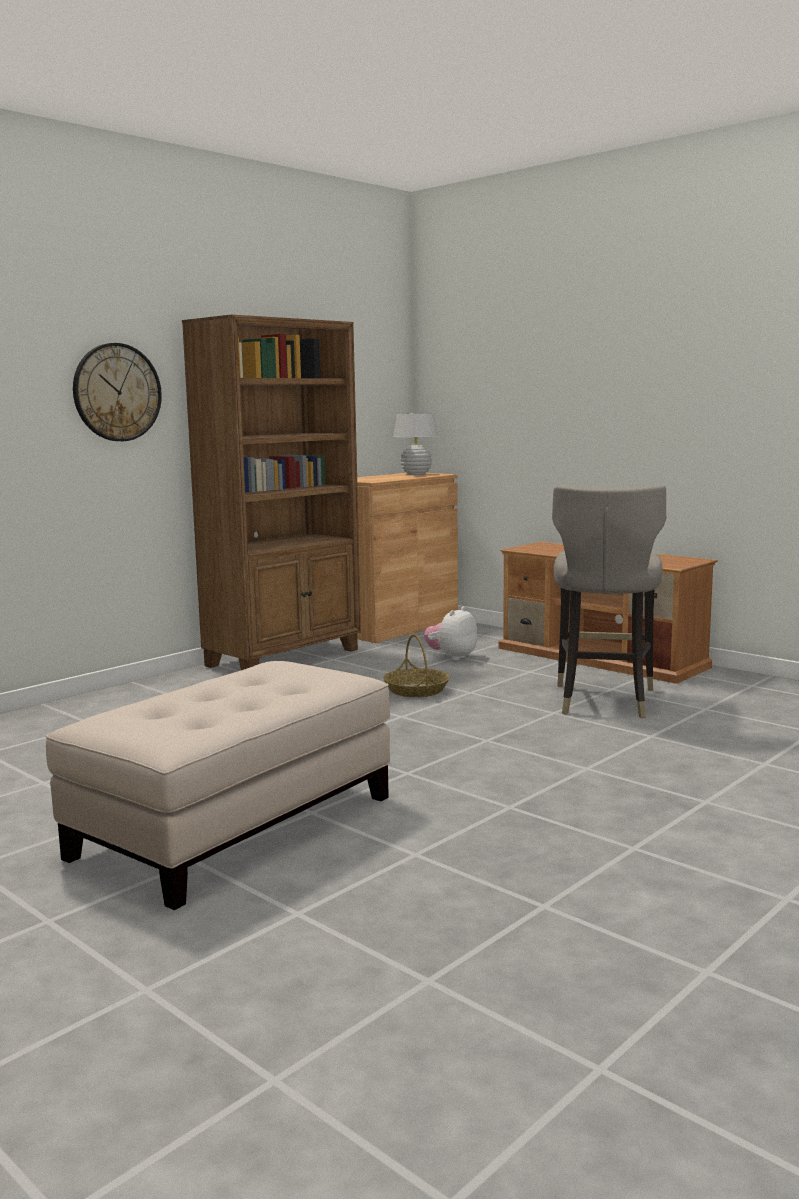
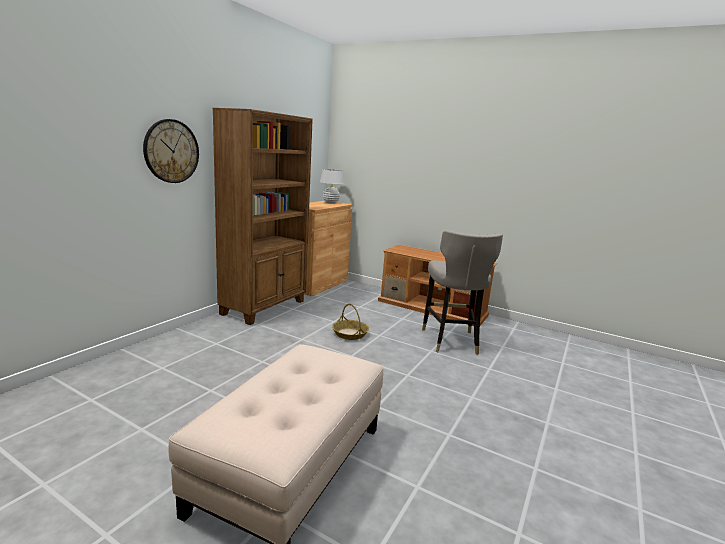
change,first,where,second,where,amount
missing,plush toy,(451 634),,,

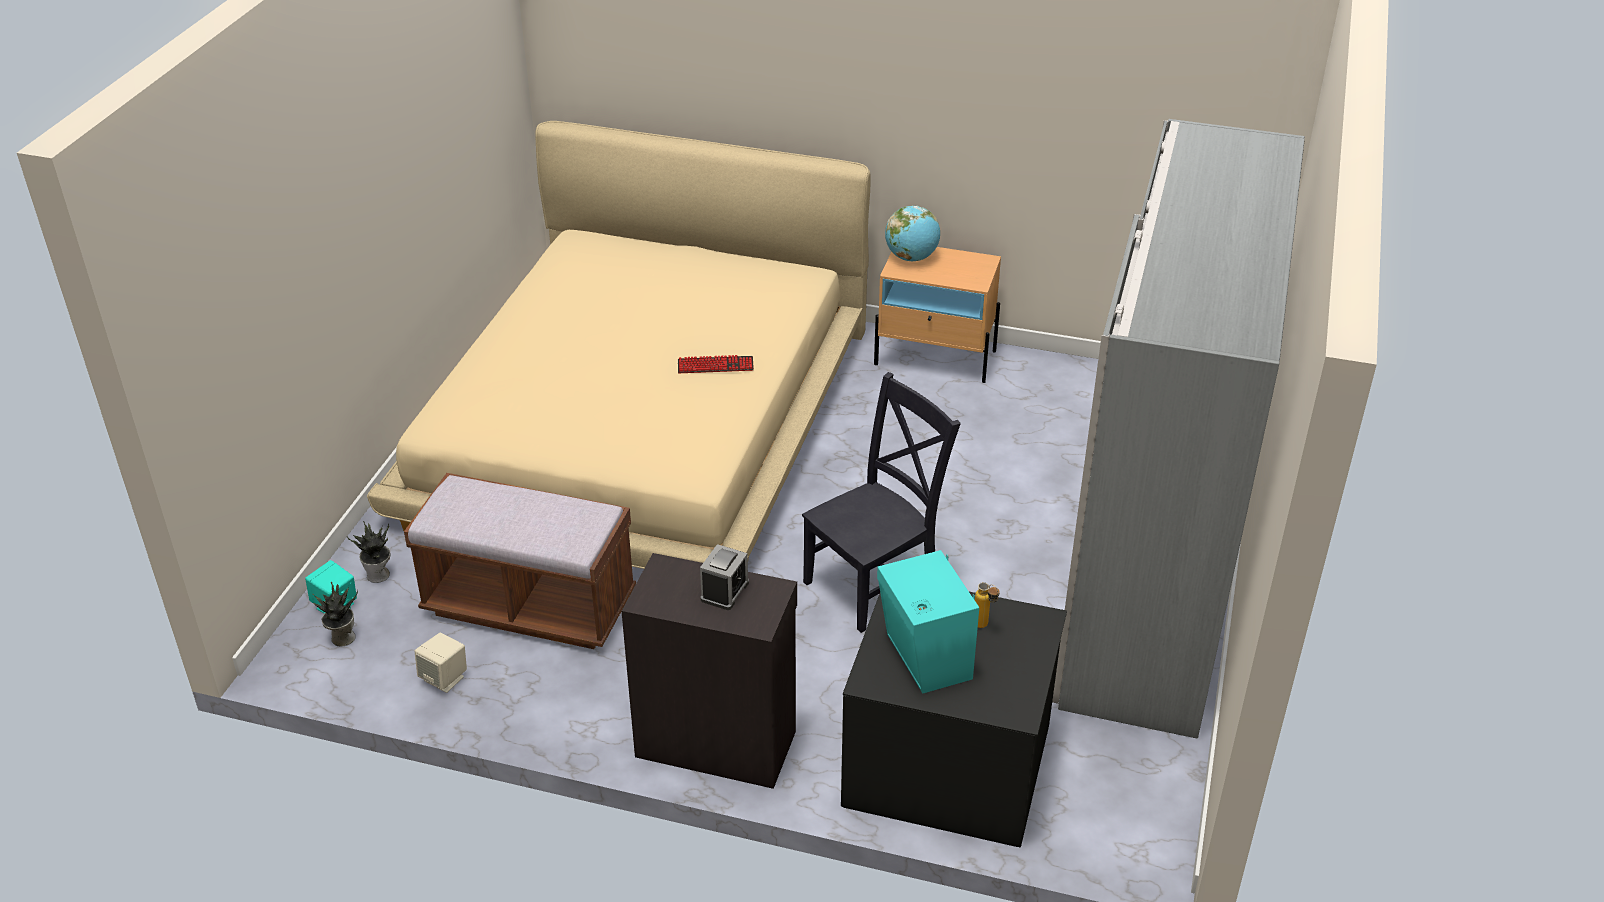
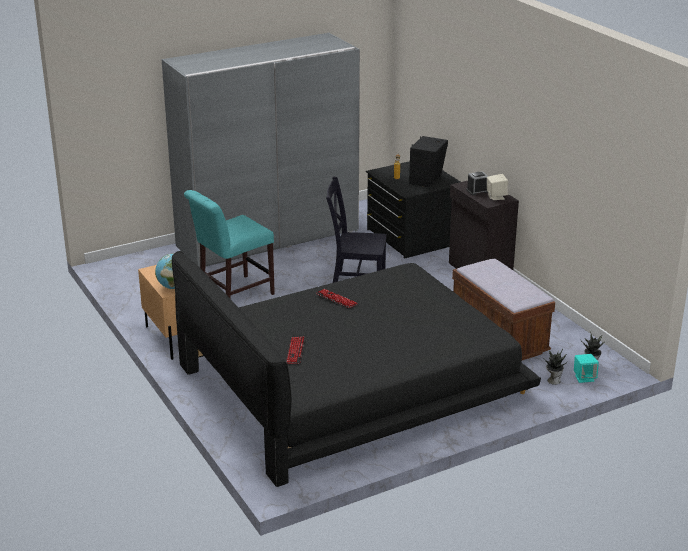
change,first,where,second,where,amount
colour,bed in beige,(618 345),bed in black,(356 369),
relocated,speaker in beige,(440 663),,(497 187),
colour,speaker in turquoise,(928 621),speaker in black,(428 161),
appeared,,,chair in turquoise,(229 244),
appeared,,,keyboard,(295 350),

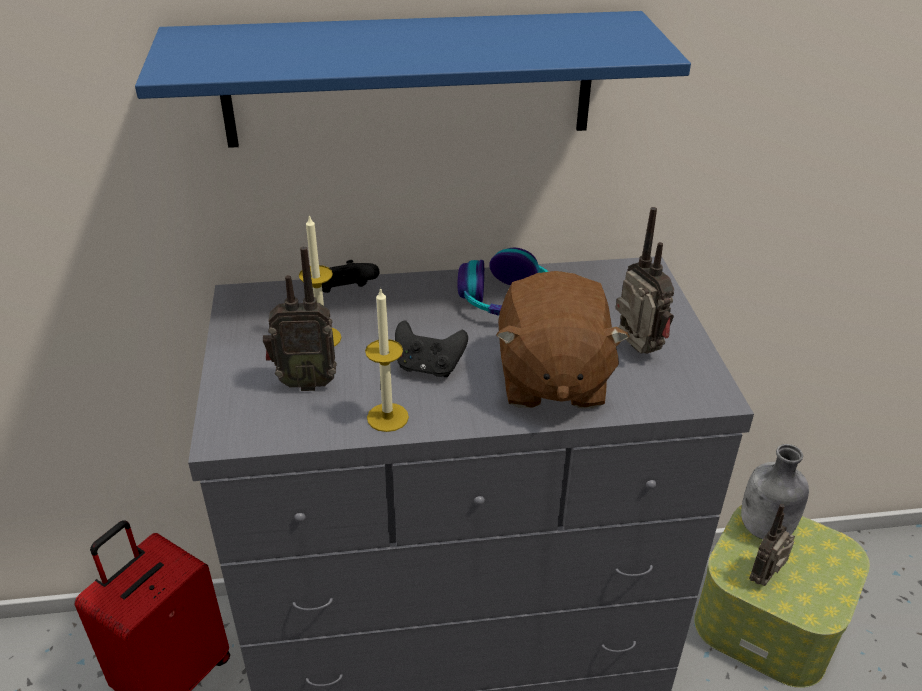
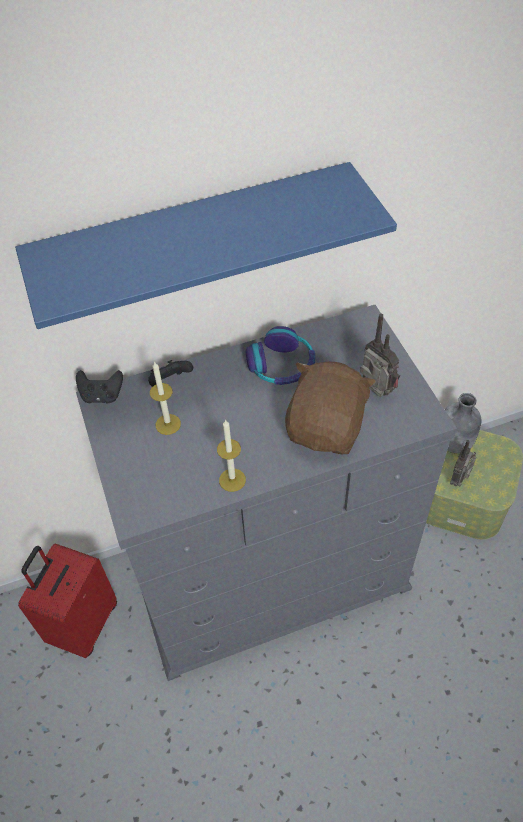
change,first,where,second,where,amount
missing,radio,(300 318),,,
relocated,game controller in black,(431 348),,(99 387),
spun,plush toy in brown,(563 340),,(330 408),150 degrees counterclockwise

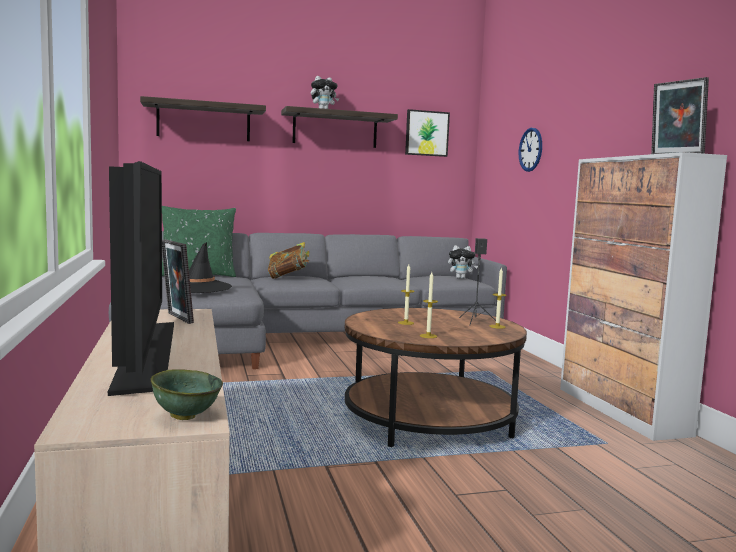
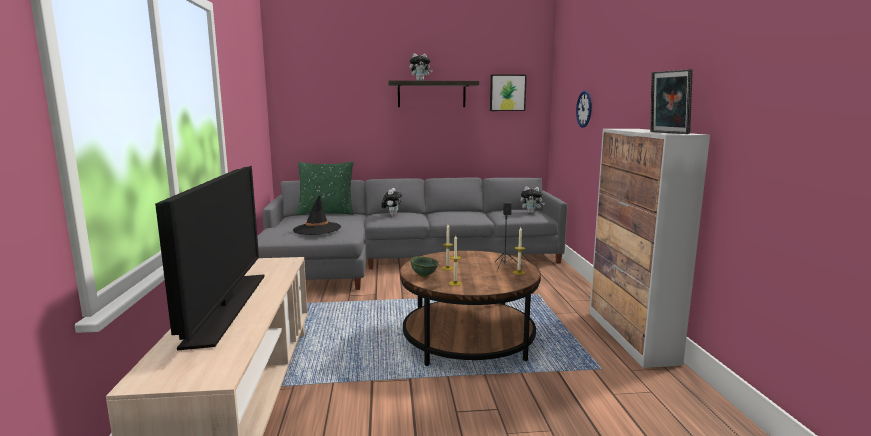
change,first,where,second,where,amount
missing,shelf,(203 118),,,
relocated,bowl in green,(186 394),,(424 266),
missing,picture frame,(178 281),,,
exchanged,book,(289 260),plush toy,(391 202),

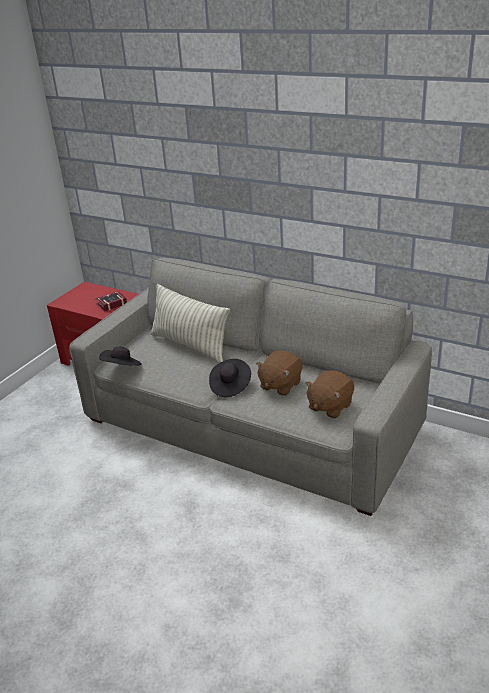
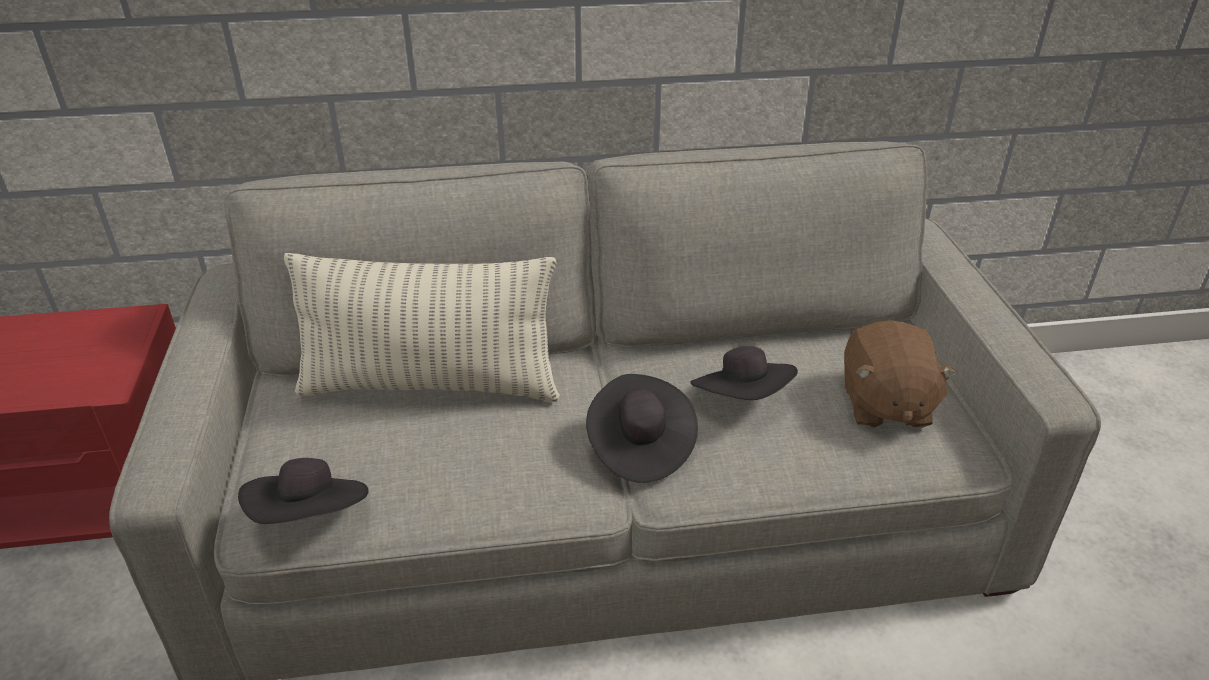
change,first,where,second,where,amount
missing,book,(111 301),,,
exchanged,plush toy in brown,(279 373),hat in black,(744 373),

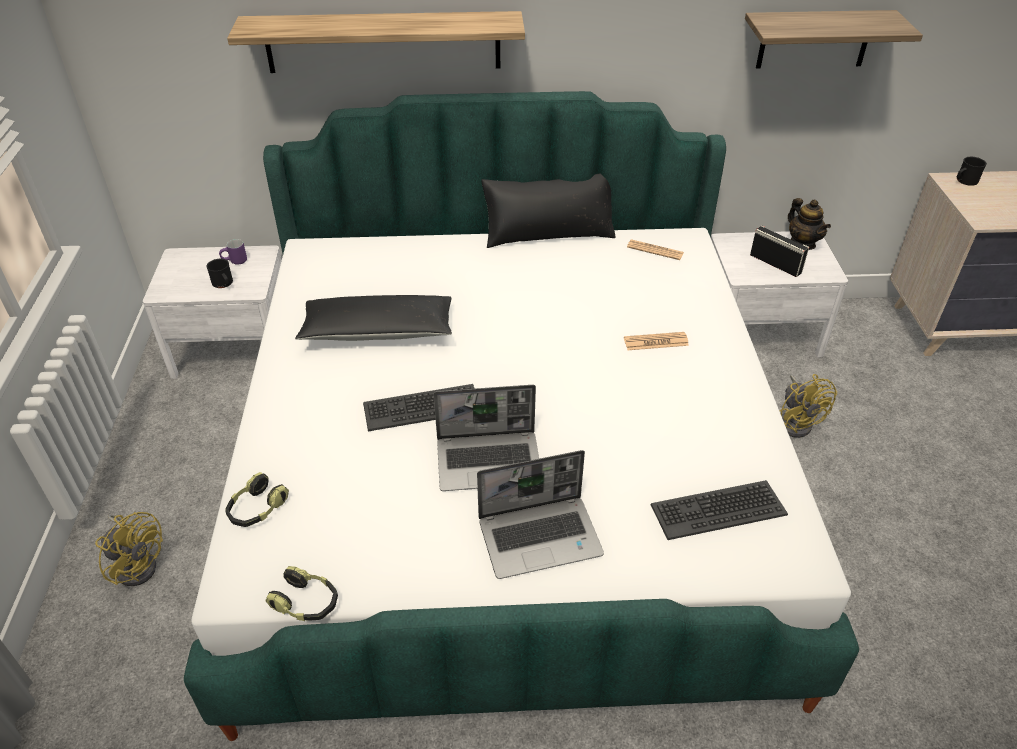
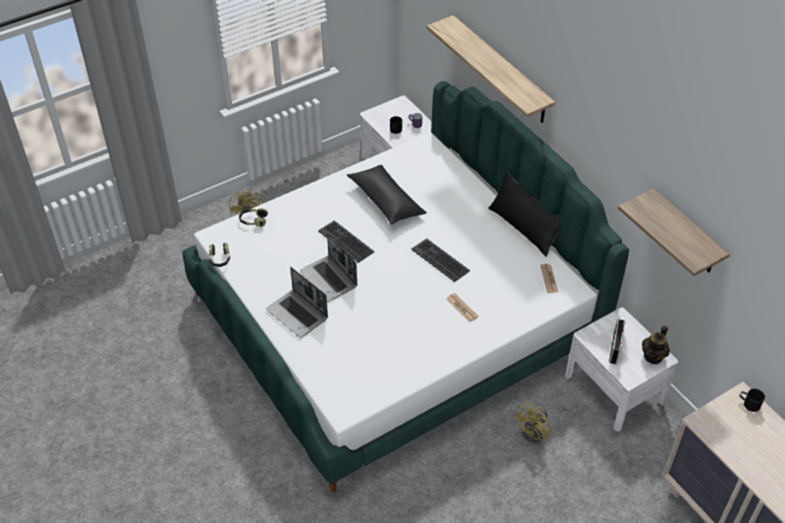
change,first,where,second,where,amount
relocated,keyboard,(719 510),,(440 260),

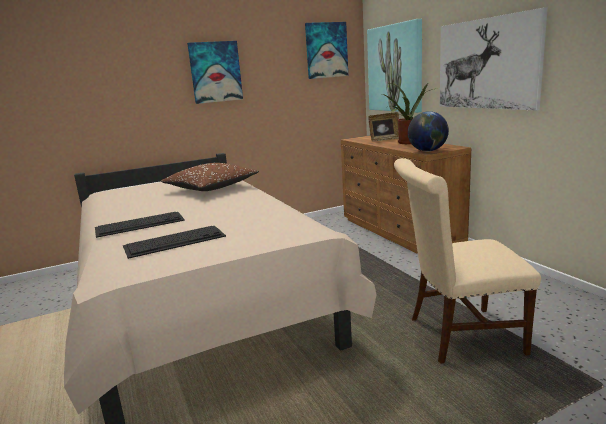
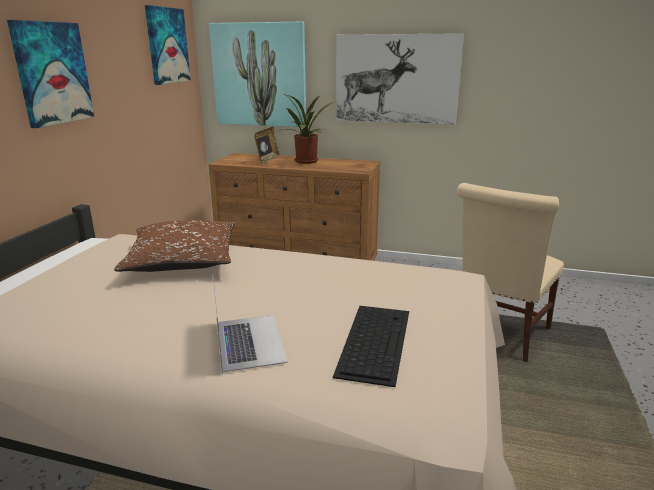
change,first,where,second,where,amount
exchanged,keyboard,(140 225),laptop,(250 324),
missing,globe,(428 131),,,

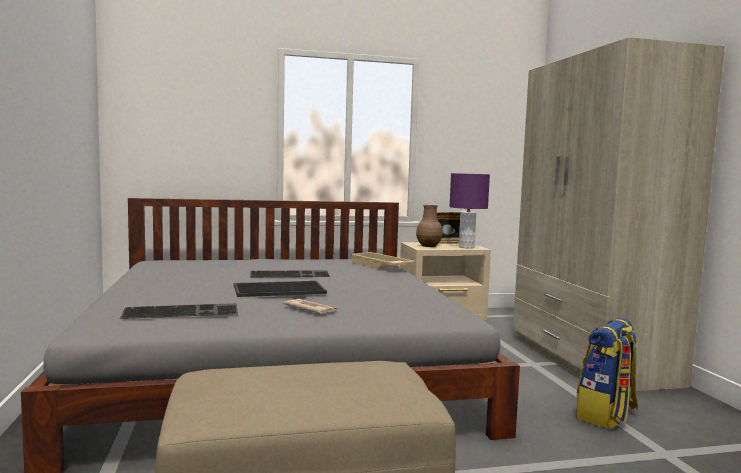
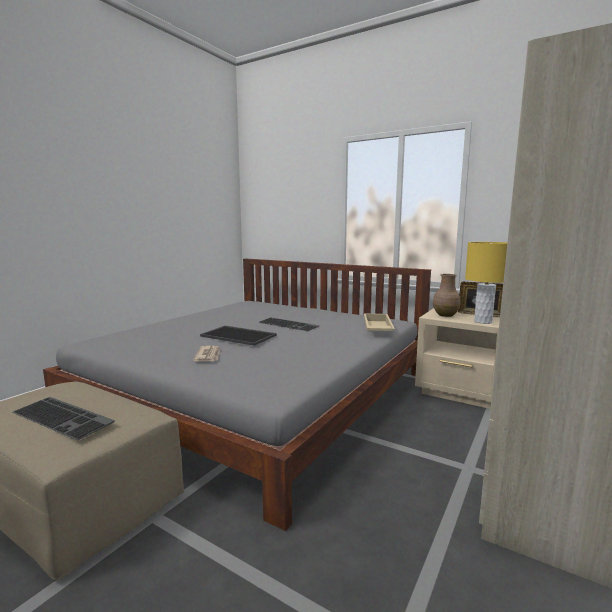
change,first,where,second,where,amount
relocated,keyboard,(179 311),,(63 419),
colour,table lamp in purple,(469 211),table lamp in yellow,(486 283),
missing,backpack,(607 373),,,

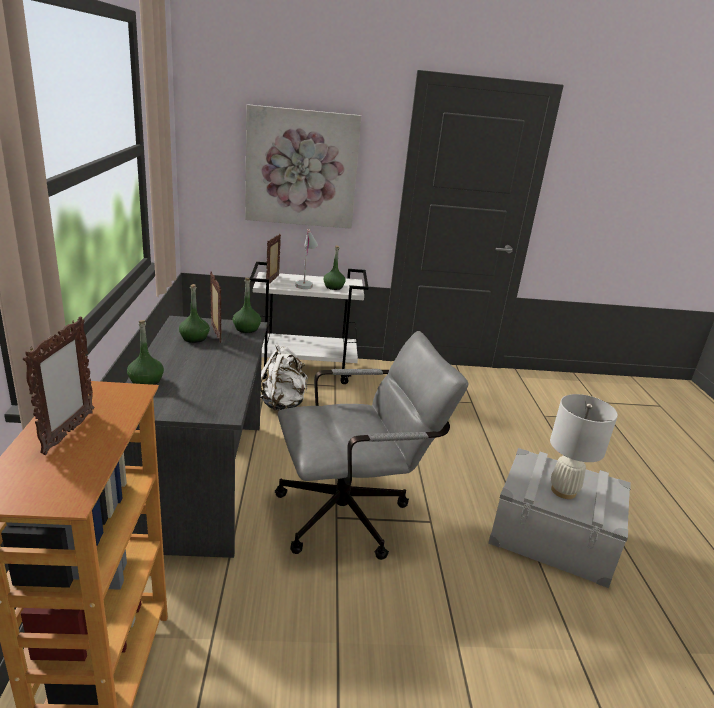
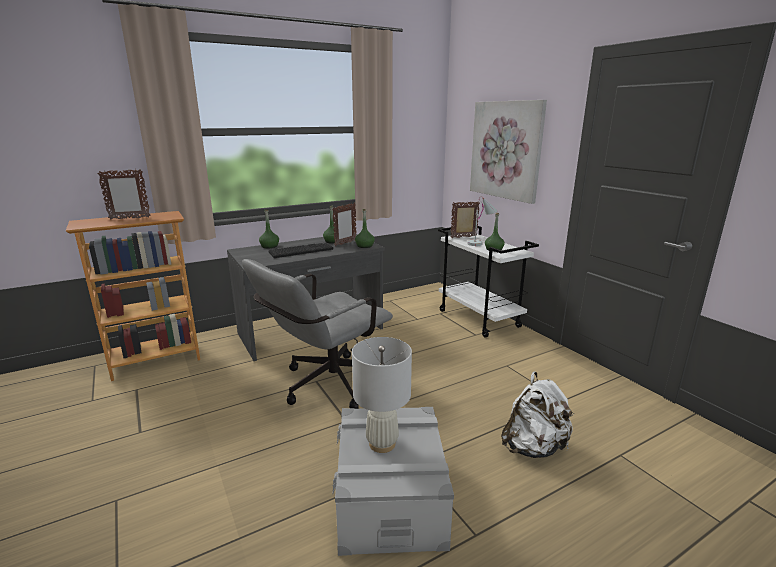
change,first,where,second,where,amount
relocated,backpack in white,(284 377),,(537 415),
spun,office chair in grey,(371 445),,(317 334),90 degrees clockwise
appeared,,,keyboard,(301 250),

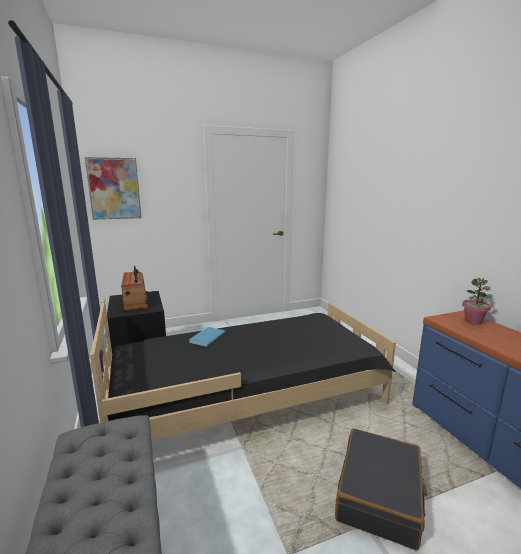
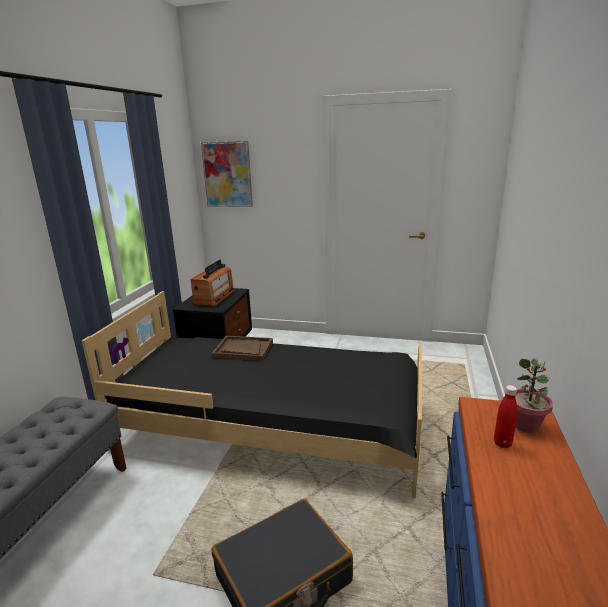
change,first,where,second,where,amount
exchanged,book in blue,(207 337),tray in brown,(242 348),
appeared,,,bottle in red,(505 416),

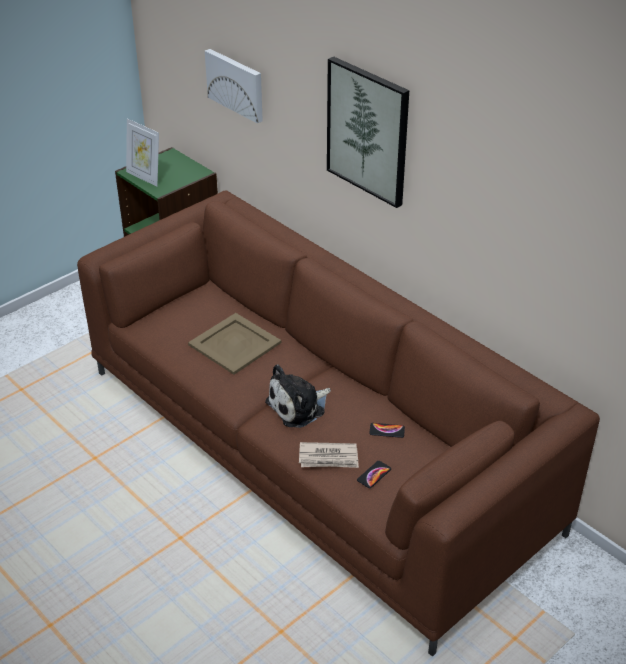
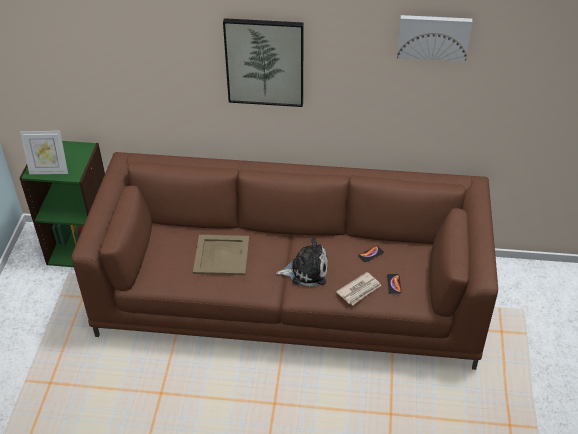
change,first,where,second,where,amount
relocated,picture,(234 86),,(434 38),
spun,plush toy,(298 396),,(302 262),105 degrees counterclockwise

